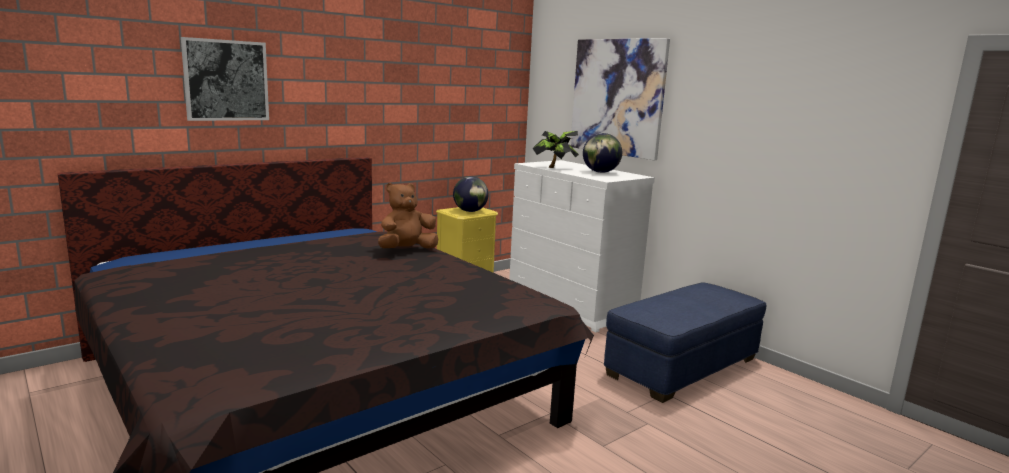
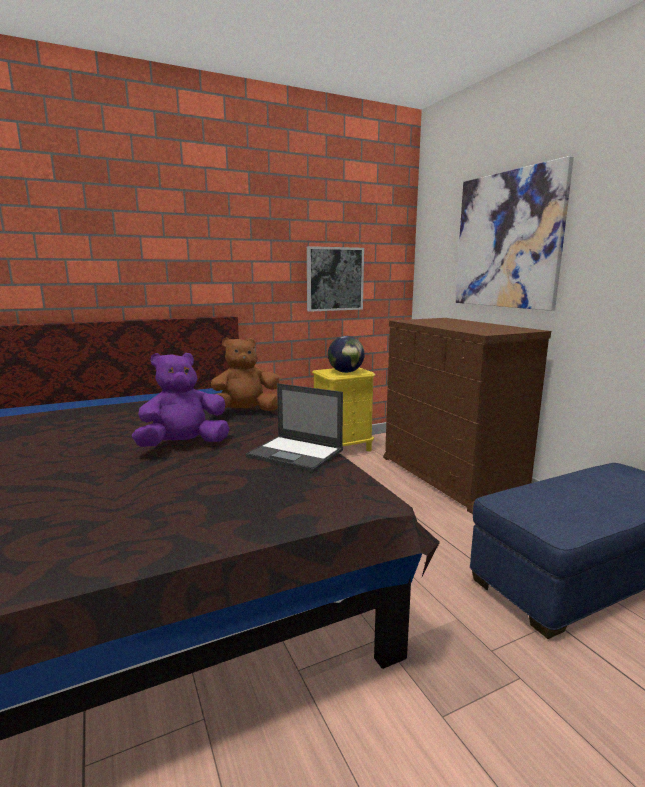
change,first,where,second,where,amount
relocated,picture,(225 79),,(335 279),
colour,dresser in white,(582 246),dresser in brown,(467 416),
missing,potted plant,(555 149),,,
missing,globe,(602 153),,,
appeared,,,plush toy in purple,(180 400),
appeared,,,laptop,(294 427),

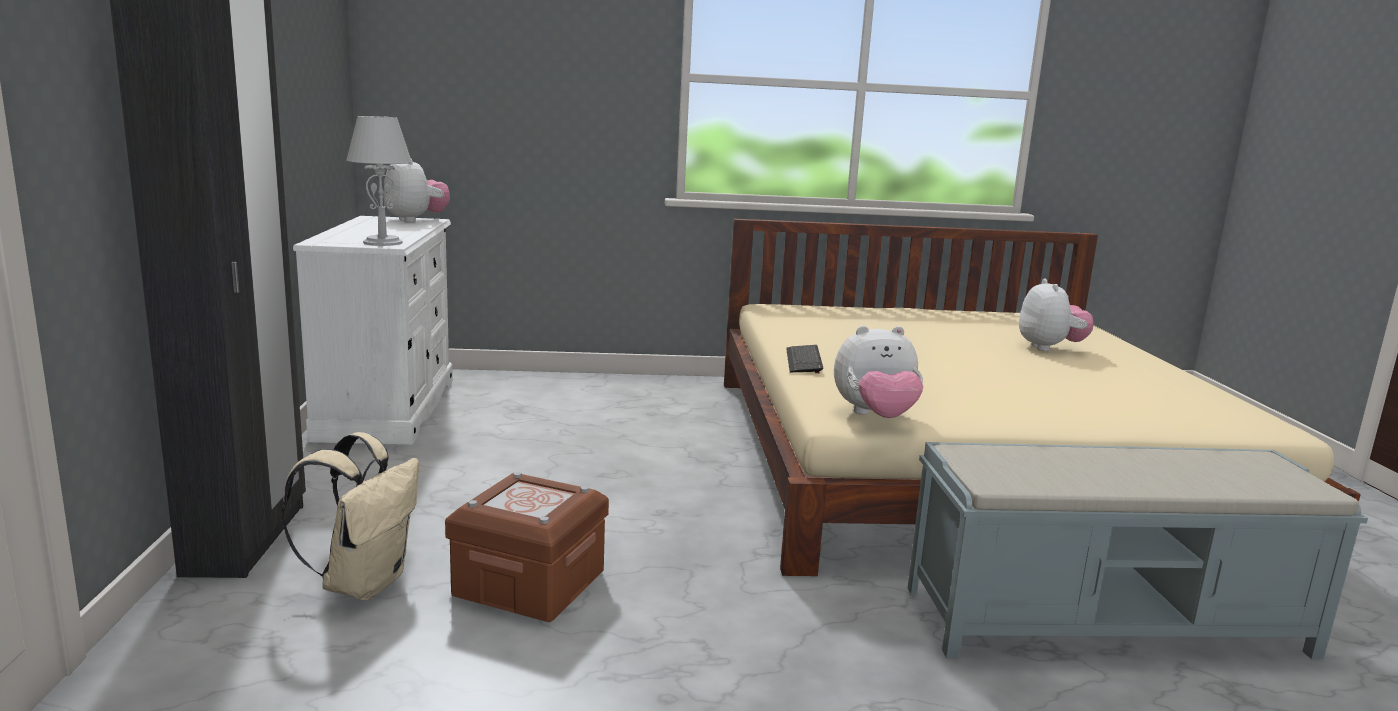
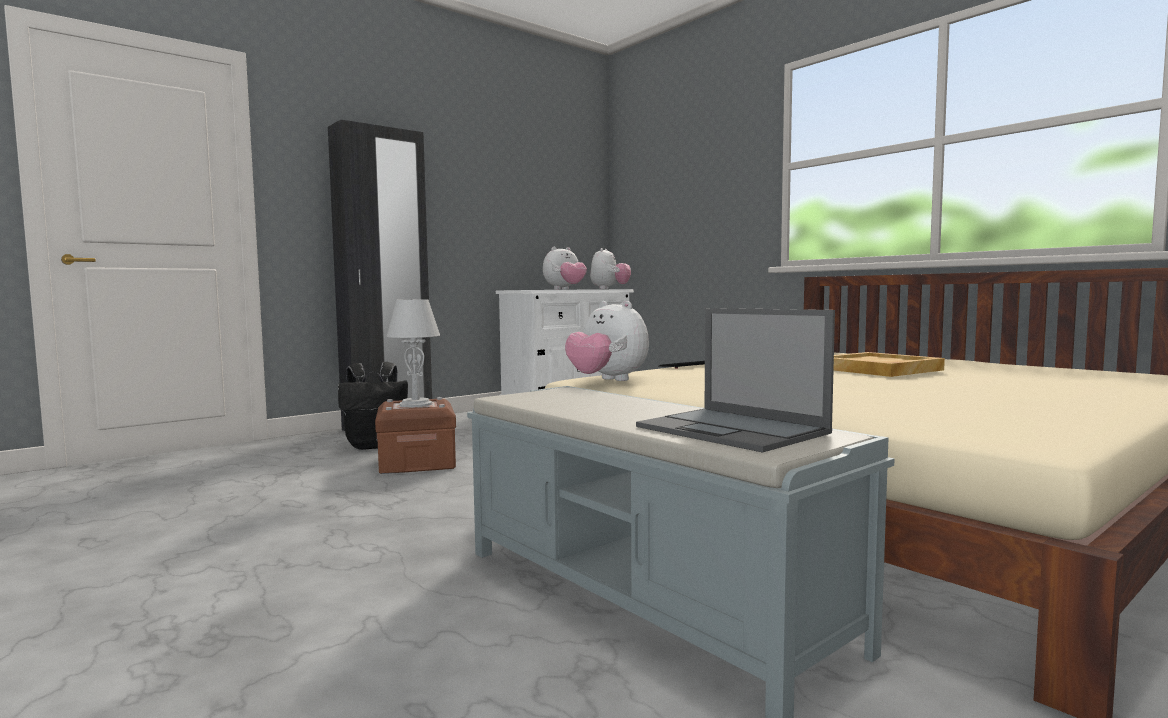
change,first,where,second,where,amount
colour,backpack in beige,(350 516),backpack in black,(373 406),
relocated,table lamp in grey,(379 181),,(413 353),
relocated,plush toy,(1056 314),,(565 268),
appeared,,,laptop,(735 380),
appeared,,,tray in beige,(889 364),

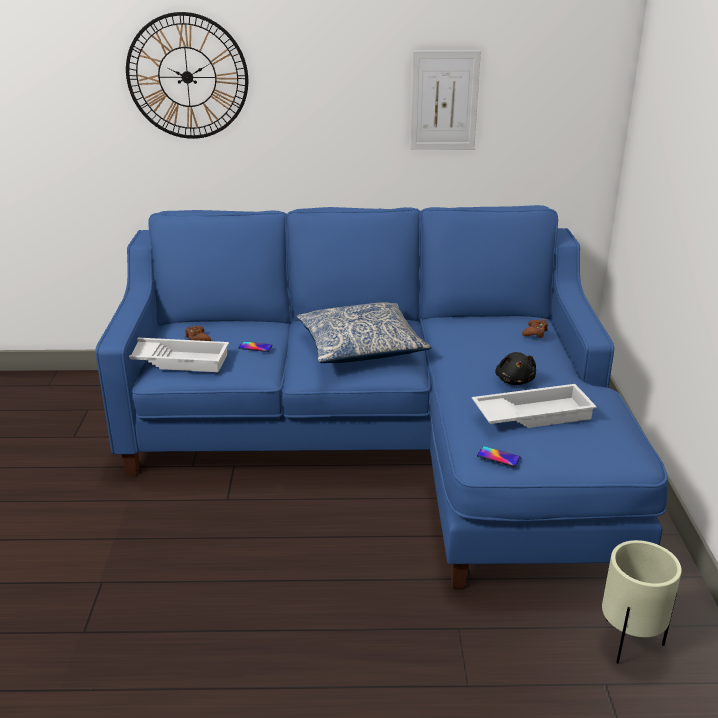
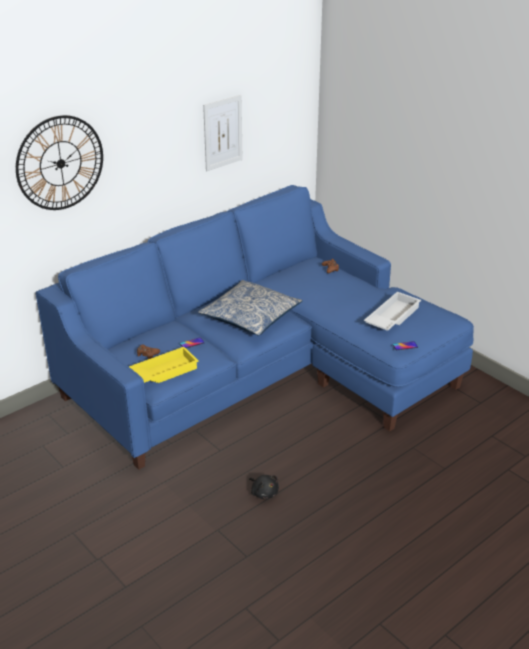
change,first,where,second,where,amount
colour,tray in white,(179 355),tray in yellow,(164 365),
relocated,plush toy in black,(515 368),,(264 487),
missing,planter in beige,(642 601),,,

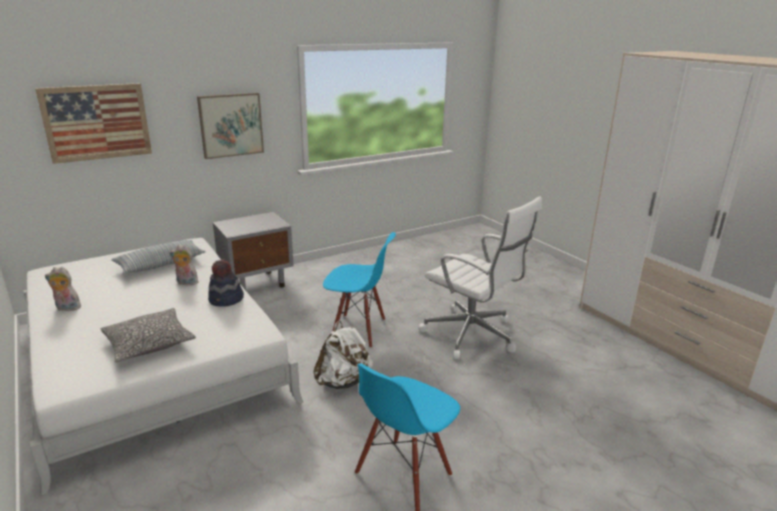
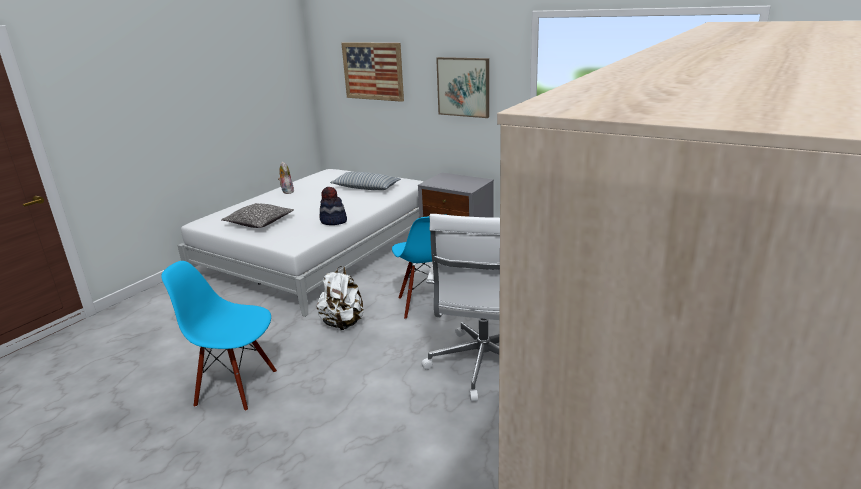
change,first,where,second,where,amount
missing,plush toy,(184 266),,,

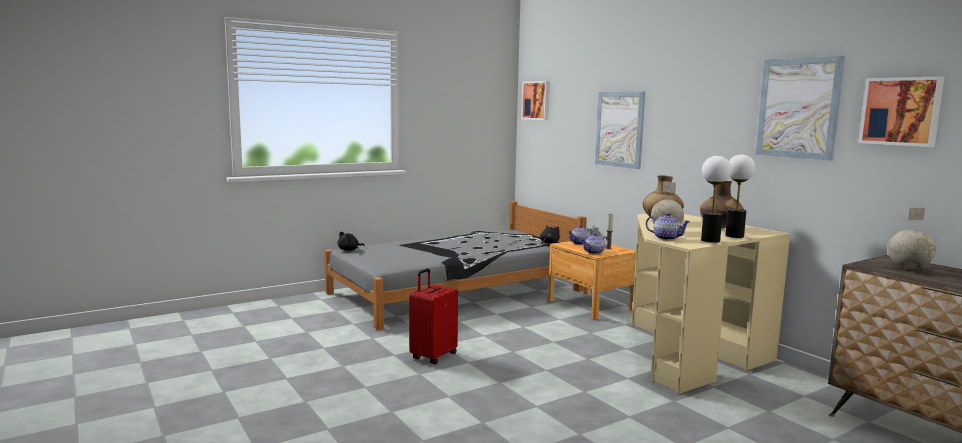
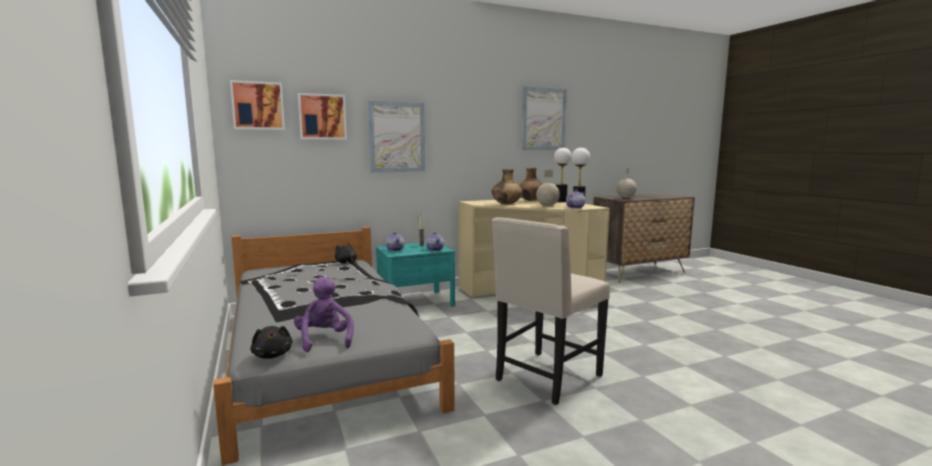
change,first,where,second,where,amount
exchanged,suitcase in red,(433 316),chair in beige,(551 311),
colour,nightstand in brown,(592 280),nightstand in turquoise,(415 274),
relocated,picture,(901 111),,(322 116),
appeared,,,plush toy in purple,(324 314),

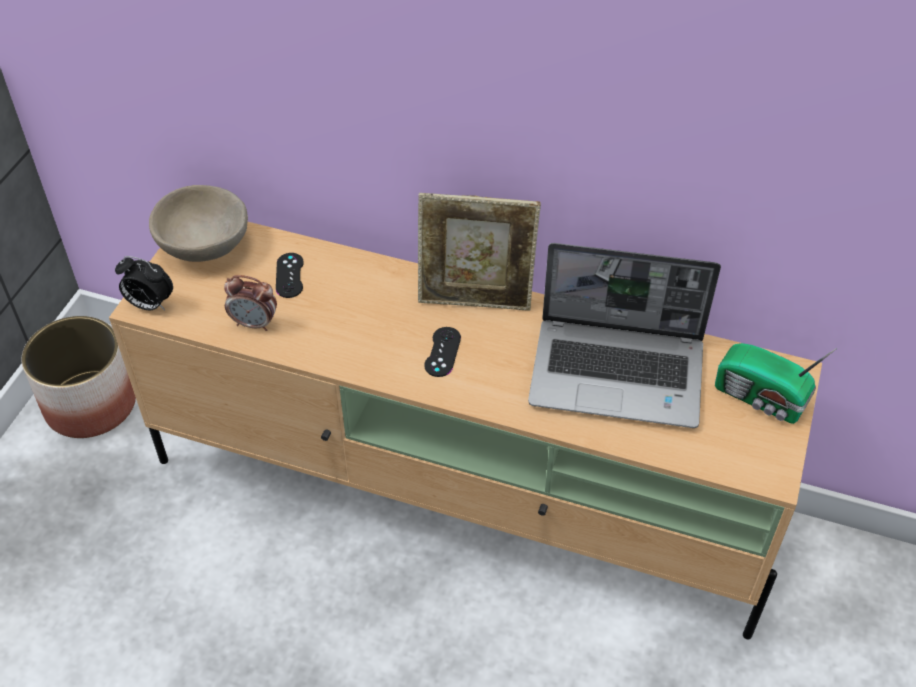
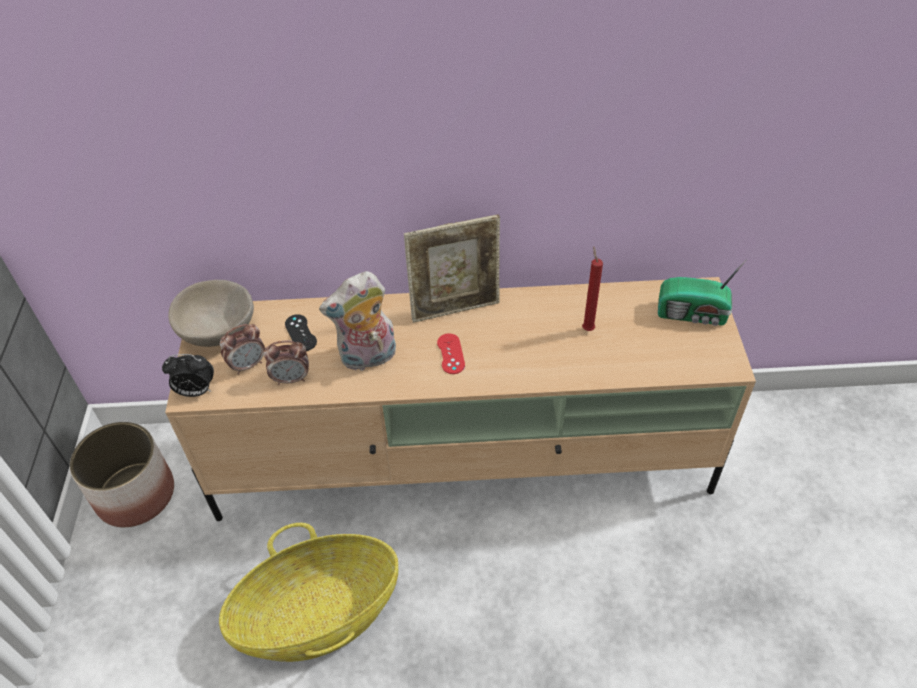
change,first,where,second,where,amount
colour,game controller in black,(442 352),game controller in red,(451 353),
exchanged,laptop,(624 335),candle in red,(592 289),
appeared,,,basket,(308 592),
appeared,,,alarm clock,(242 349),
appeared,,,plush toy,(357 321),

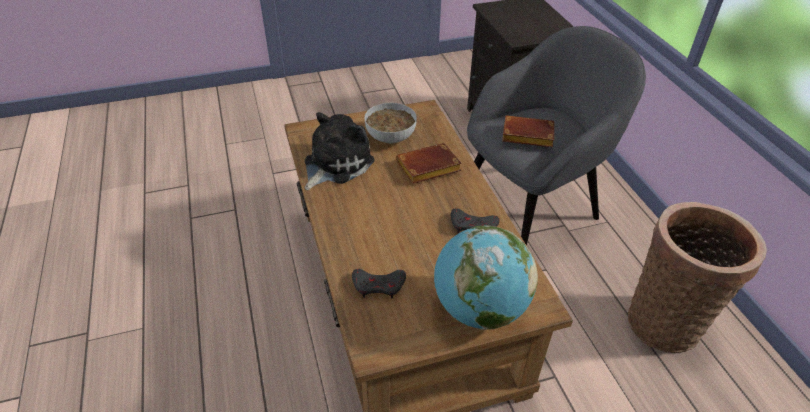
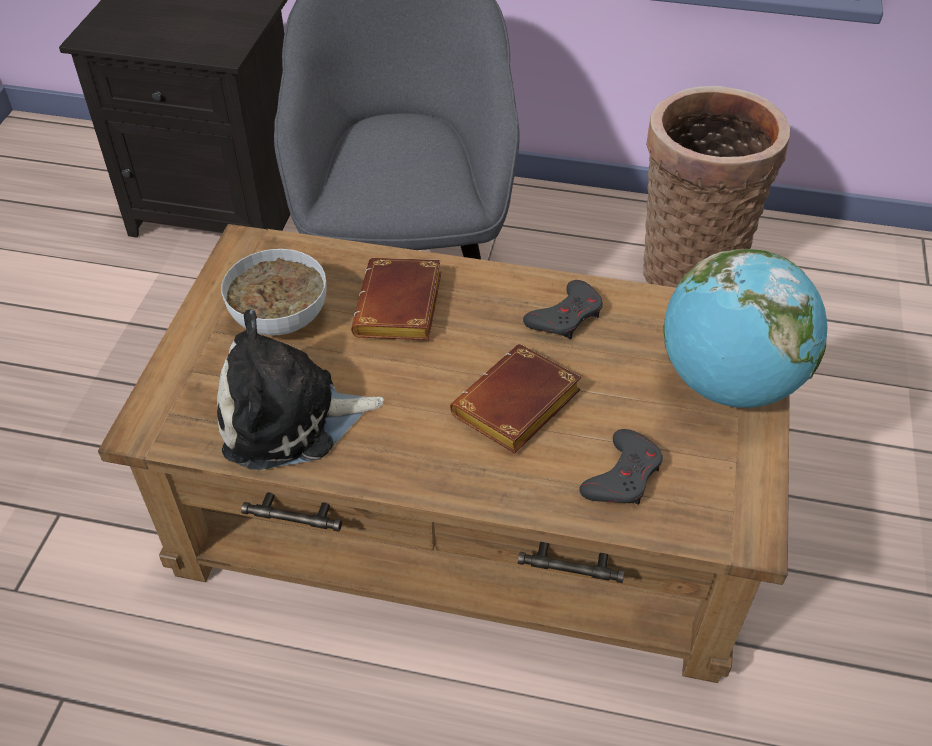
change,first,where,second,where,amount
spun,plush toy,(340 151),,(300 389),75 degrees counterclockwise
relocated,book in brown,(528 131),,(515 399),

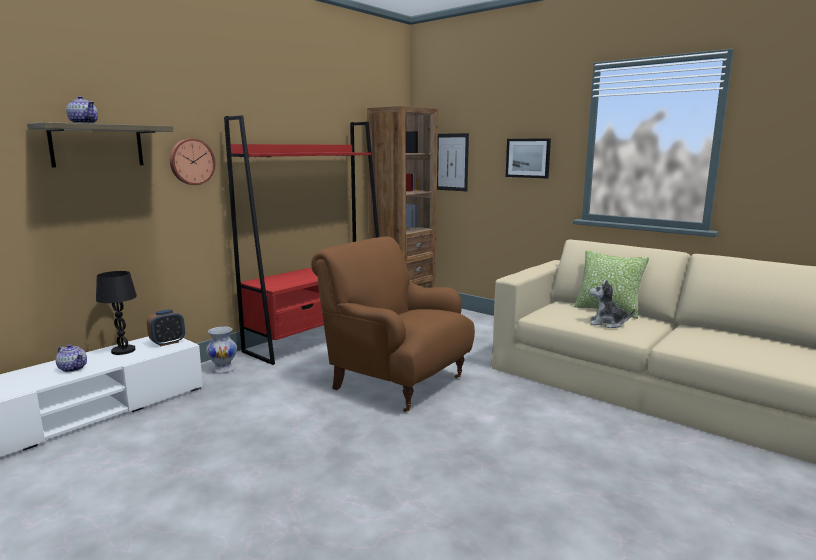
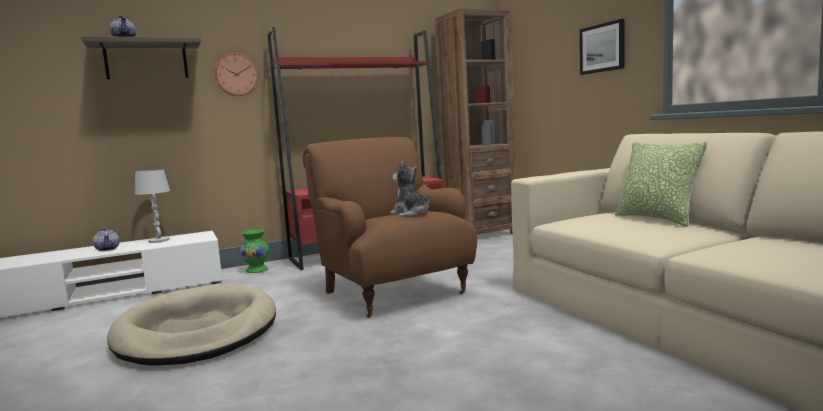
change,first,where,second,where,amount
colour,table lamp in black,(116 313),table lamp in white,(152 206),
missing,alarm clock,(166 327),,,
colour,vase in white,(221 349),vase in green,(255 251),
missing,picture,(453 162),,,
relocated,plush toy,(612 303),,(410 188),
appeared,,,dog bed in beige,(191 325),

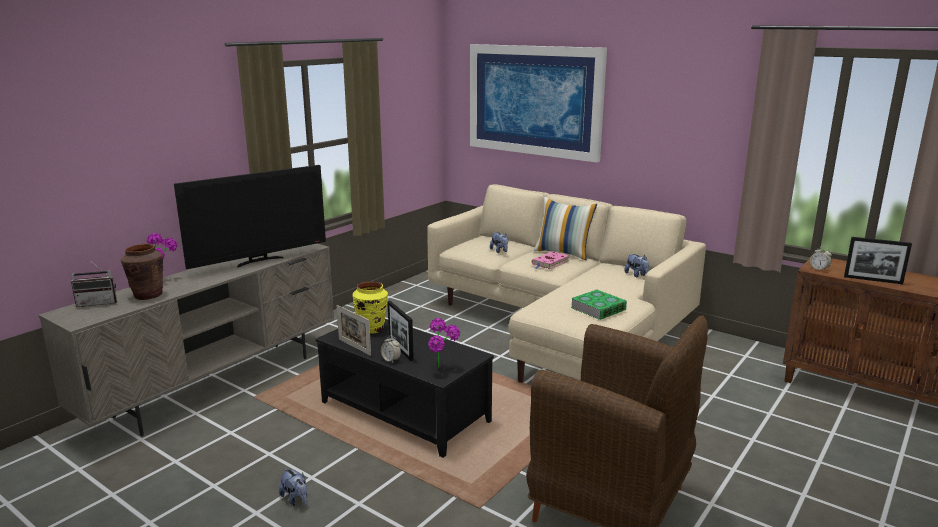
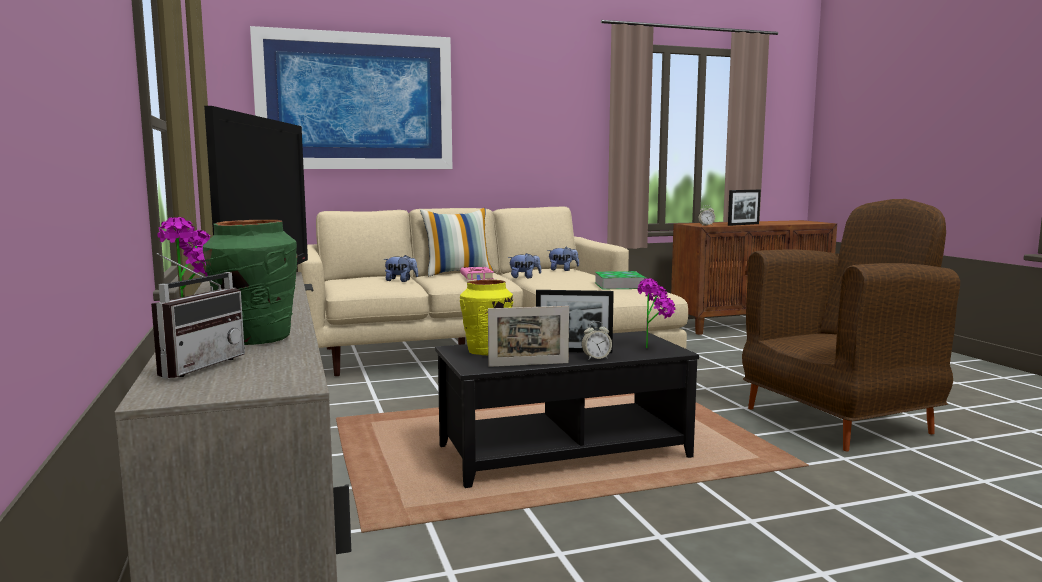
change,first,where,second,where,amount
colour,vase in brown,(142 272),vase in green,(250 282),
relocated,plush toy,(293 487),,(524 265),

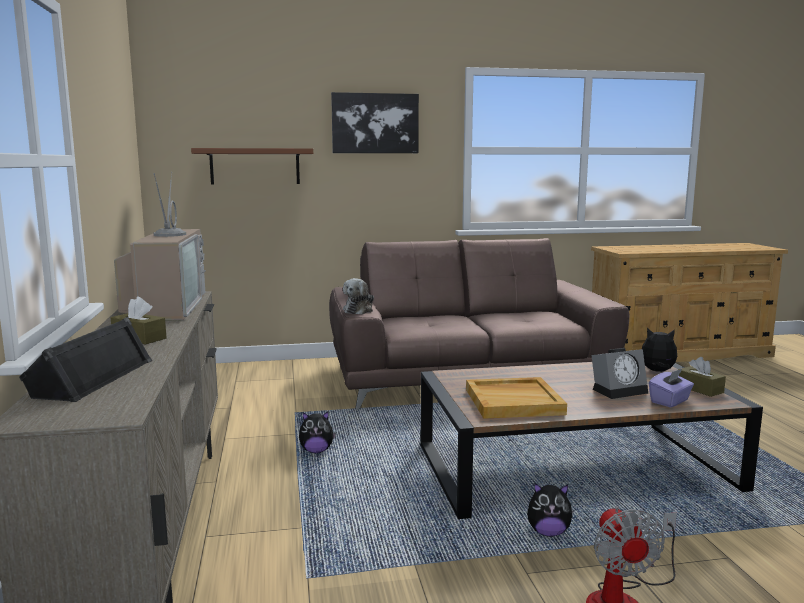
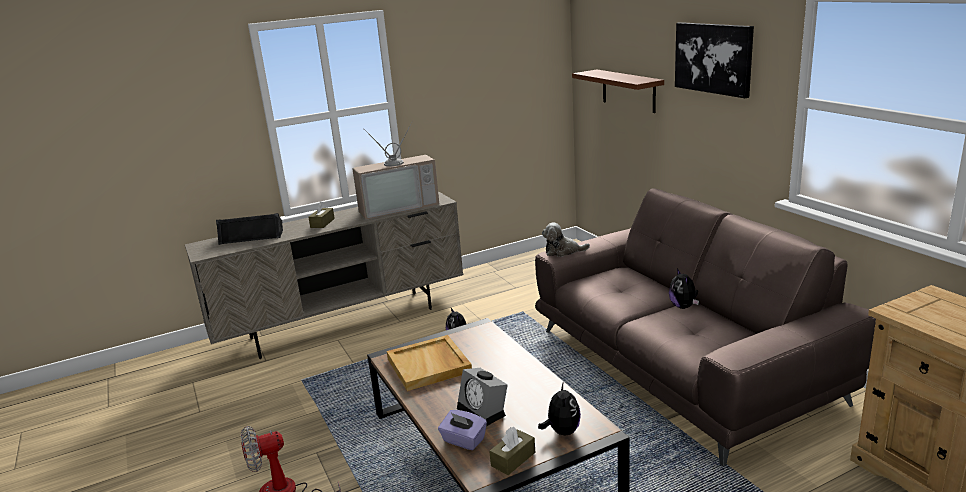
change,first,where,second,where,amount
relocated,plush toy,(550 510),,(684 289),

